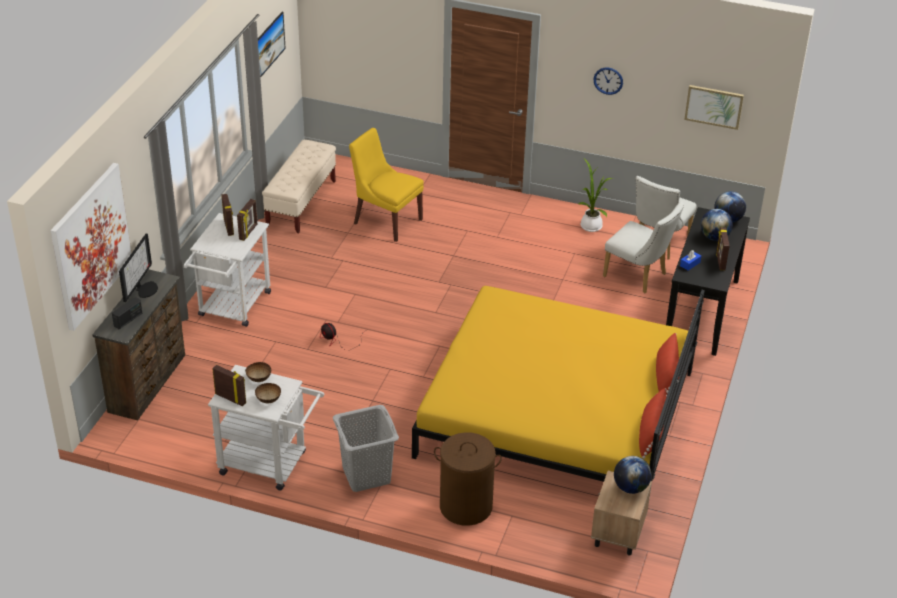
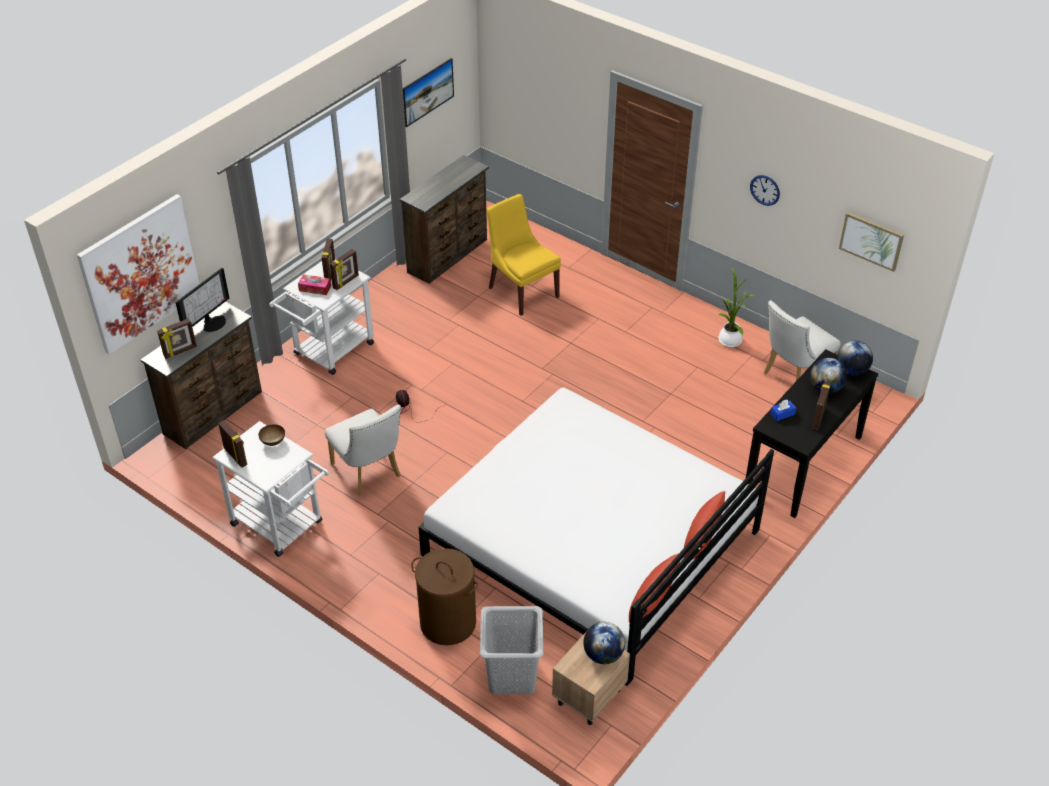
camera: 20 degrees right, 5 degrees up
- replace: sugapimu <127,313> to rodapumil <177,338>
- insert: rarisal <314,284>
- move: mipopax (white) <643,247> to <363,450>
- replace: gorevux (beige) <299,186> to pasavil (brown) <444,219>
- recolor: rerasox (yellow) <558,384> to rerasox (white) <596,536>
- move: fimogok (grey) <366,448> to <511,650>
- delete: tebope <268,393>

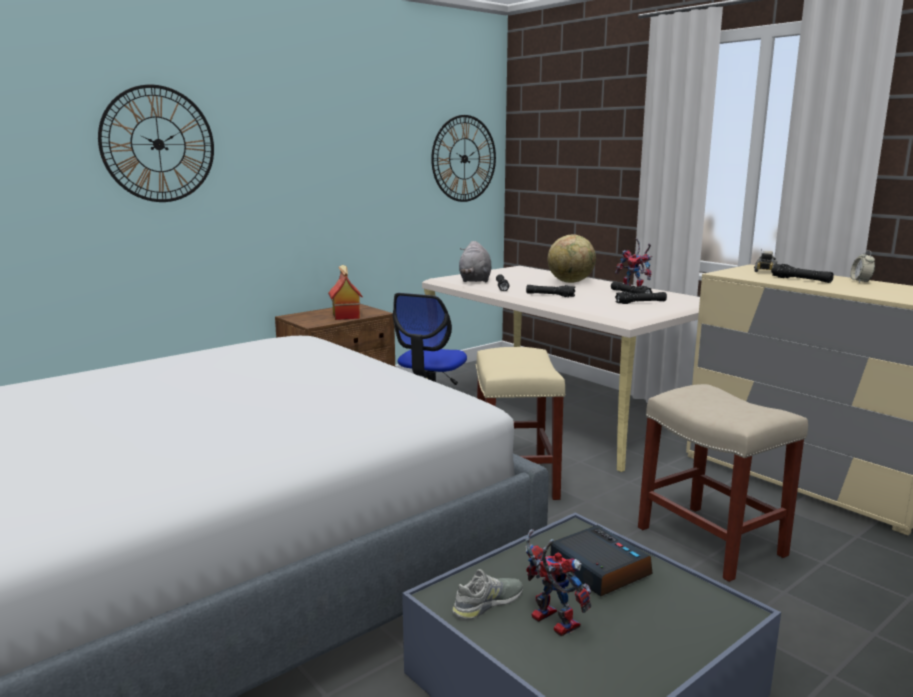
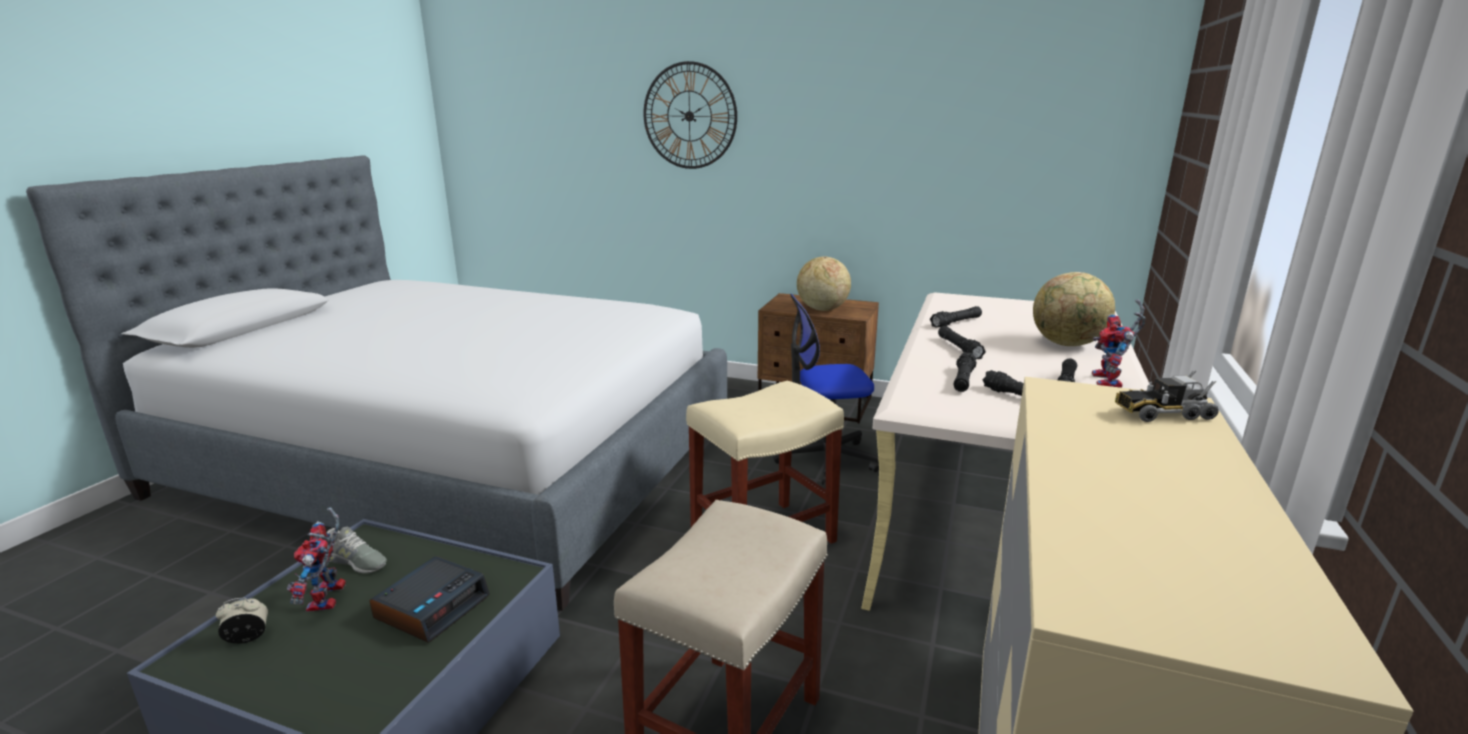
camera: 60 degrees right, 5 degrees up
- move: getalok <862,266> to <242,621>
- rotate: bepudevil <558,583> = <316,559> 150 degrees clockwise
- replace: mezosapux <345,292> to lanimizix <824,284>
- move: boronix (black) <802,273> to <965,372>
- delete: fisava <463,158>
- delete: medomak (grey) <475,262>

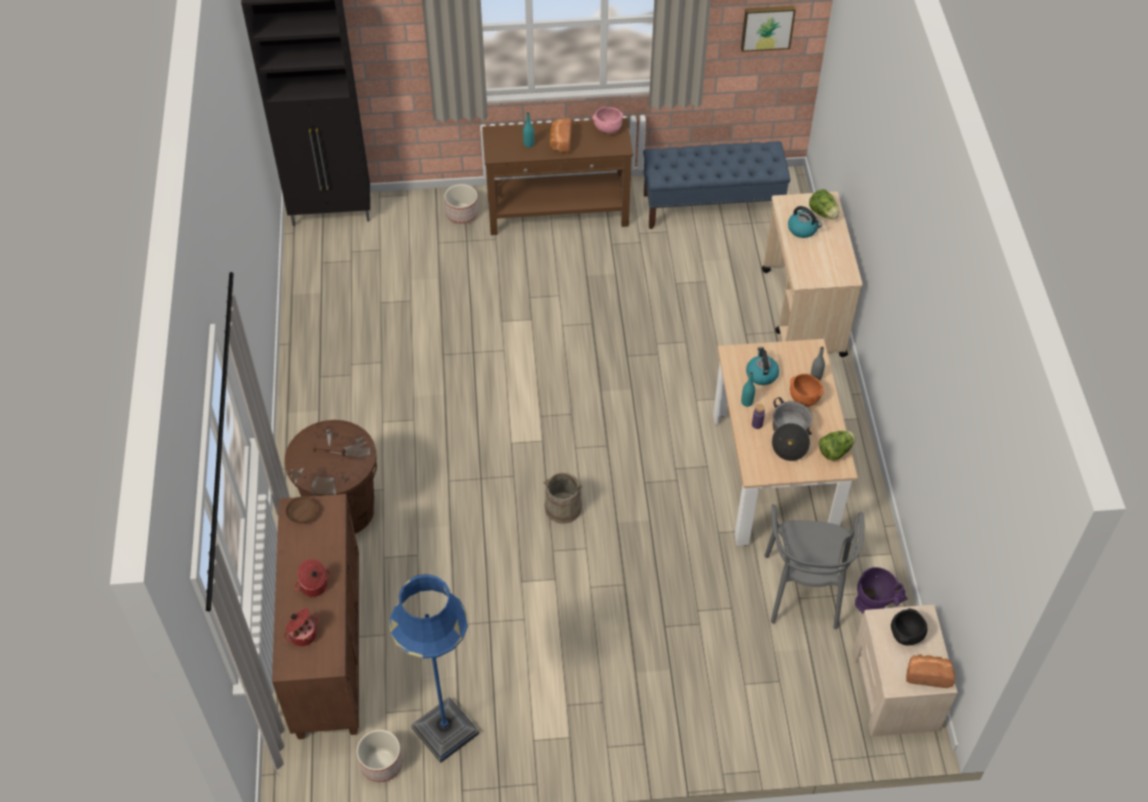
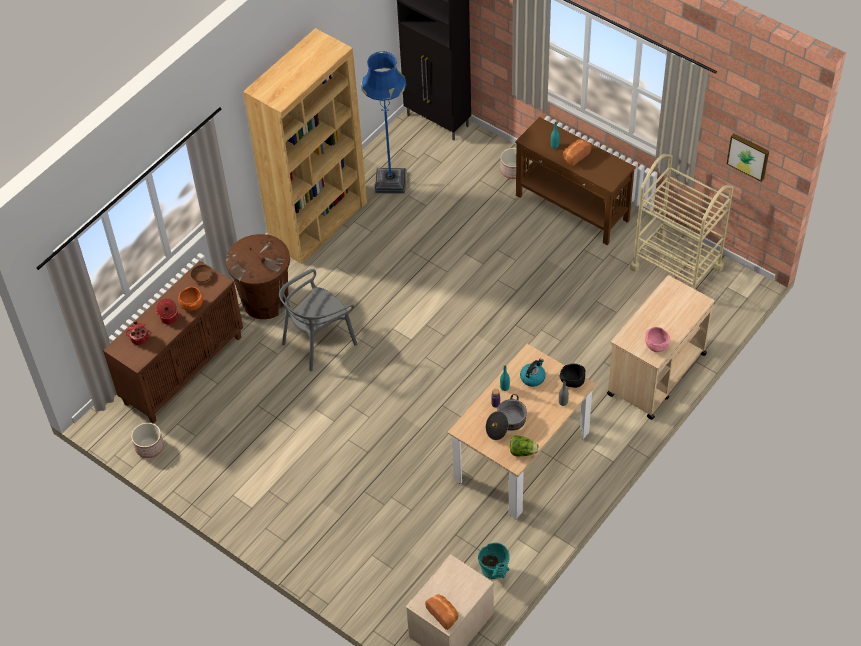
camera: 45 degrees right, 0 degrees up
- move: tebope (orange) <807,390> to <190,299>
- insert: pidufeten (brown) <305,146>
- move: mipopax (grey) <814,567> to <318,320>
- move: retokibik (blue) <435,668> to <384,122>
- recolor: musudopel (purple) <881,590> to musudopel (turquoise) <494,561>
- move: tebope (black) <909,627> to <572,375>
- replace: gorevux (blue) <716,185> to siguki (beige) <682,221>
- move: tebope (pink) <607,120> to <658,339>
- delete: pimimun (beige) <563,498>
- delete: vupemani <805,222>
- delete: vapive <824,204>

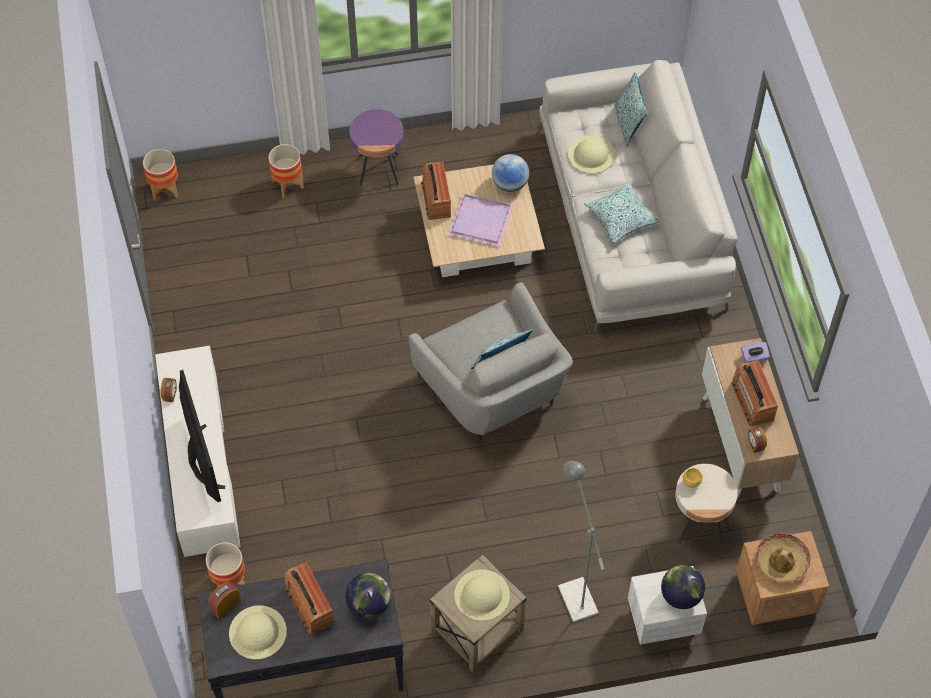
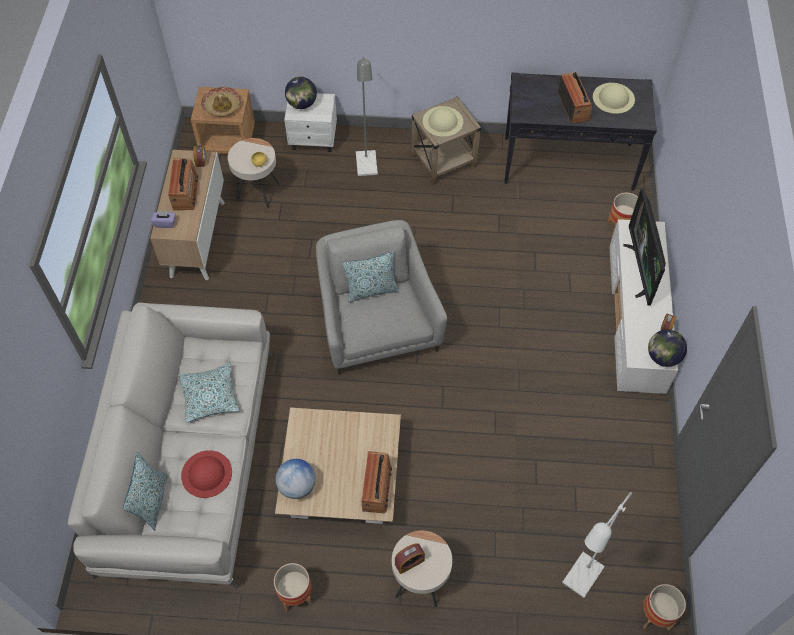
camera: 165 degrees left, 0 degrees up
- recolor: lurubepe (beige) <591,154> to lurubepe (red) <206,474>
- move: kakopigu <286,171> to <293,587>
- recolor: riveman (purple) <376,147> to riveman (beige) <422,569>
- move: getalok <224,600> to <410,558>
- insert: retokibik (white) <597,545>
- move: lanimizix <368,596> to <667,348>
- delete: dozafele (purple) <481,220>

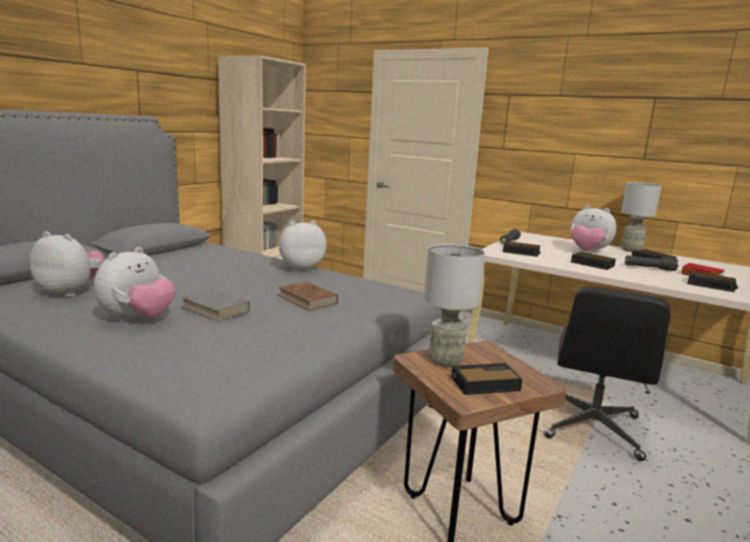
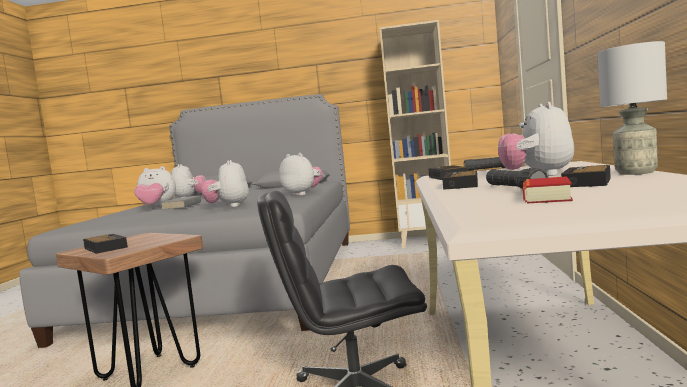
camera: 65 degrees right, 10 degrees down
- replace: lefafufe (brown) <308,296> to medomak <225,183>
- delete: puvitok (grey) <454,305>
- delete: getalok <712,281>

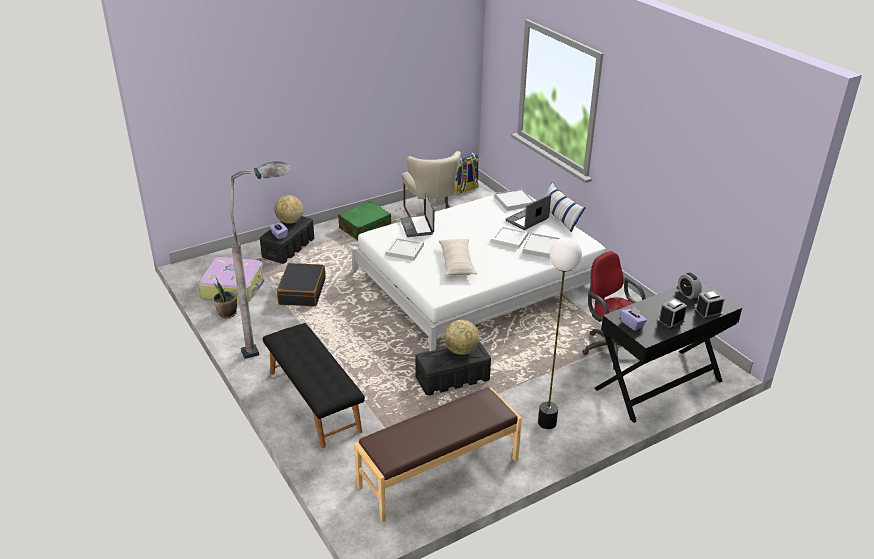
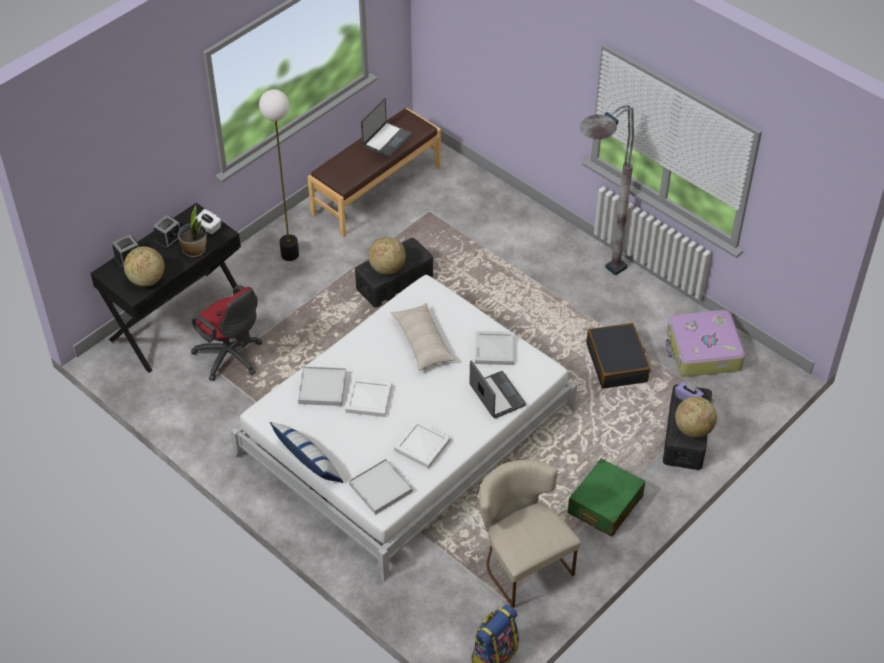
camera: 165 degrees right, 15 degrees up
- replace: getalok <690,285> to lanimizix <144,266>
- move: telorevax <225,297> to <192,231>
- recolor: rarisal (purple) <633,318> to rarisal (white) <208,221>
- move: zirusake <528,212> to <386,128>
- insert: dozafele (white) <422,444>
- delete: gorevux (black) <314,385>

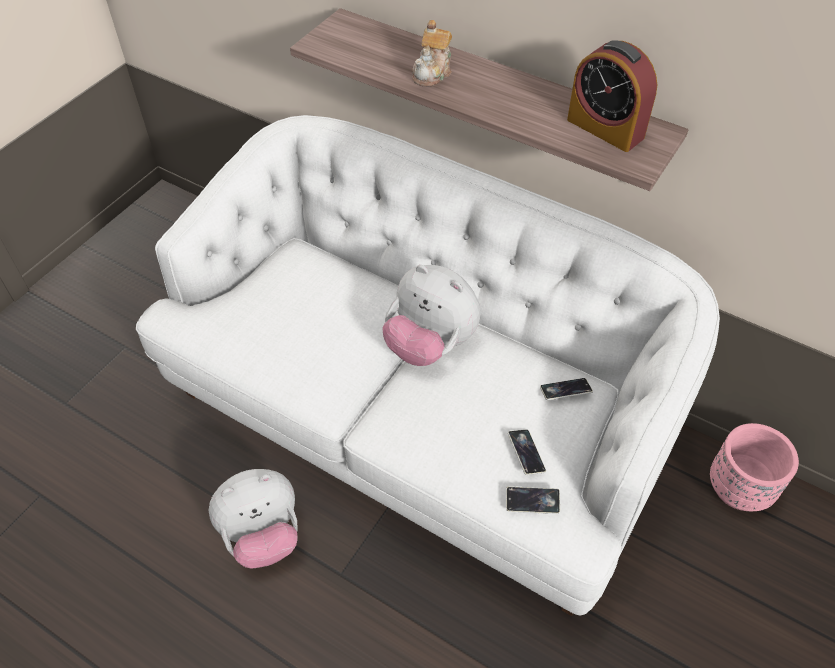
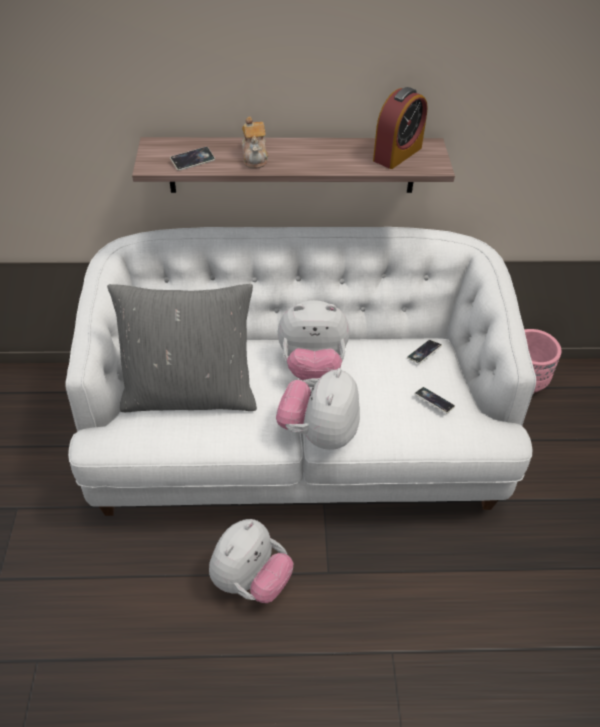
camera: 35 degrees left, 5 degrees down
- insert: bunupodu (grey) <182,348>
- move: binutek <533,500> to <192,159>
- insert: medomak <318,409>
- rotate: getalok <612,96> = <400,128> 60 degrees counterclockwise

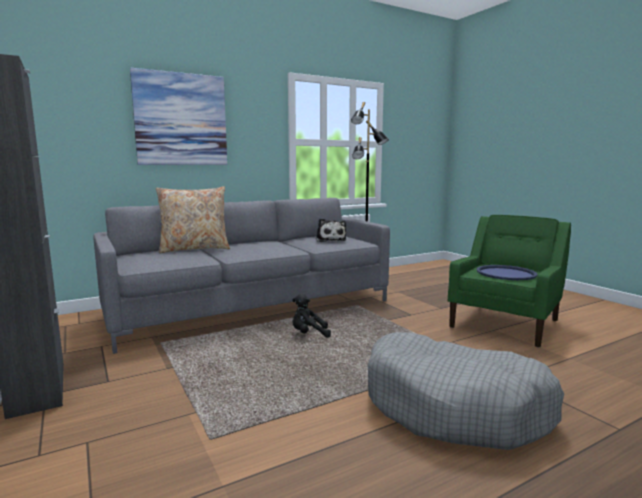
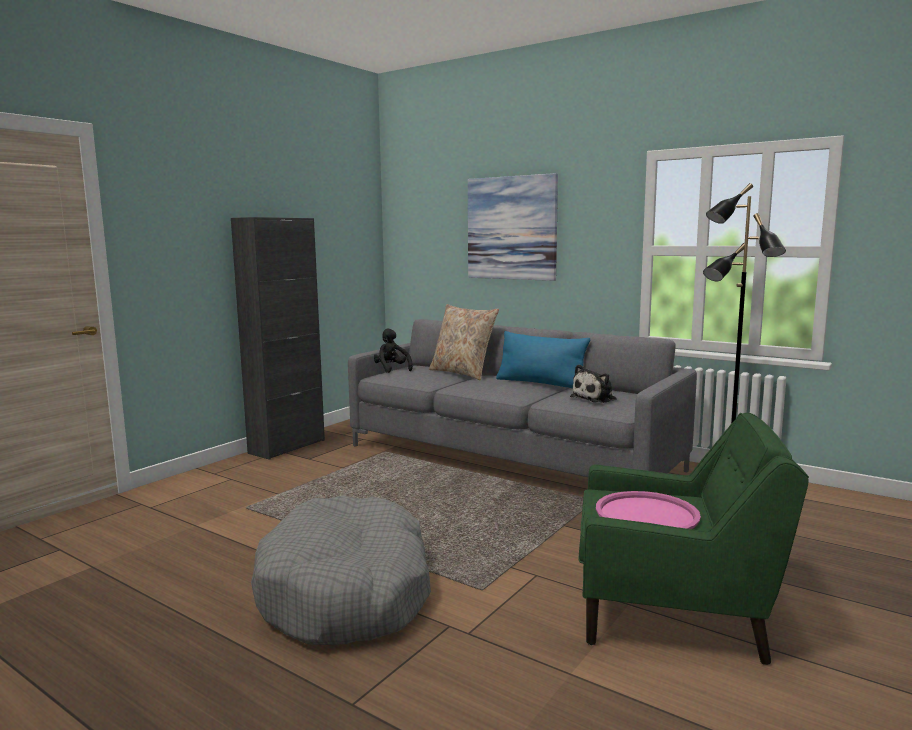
camera: 65 degrees right, 0 degrees up
- move: medomak (black) <311,316> to <393,351>
- insert: bunupodu (blue) <543,359>
- recolor: dozafele (blue) <507,272> to dozafele (pink) <648,510>

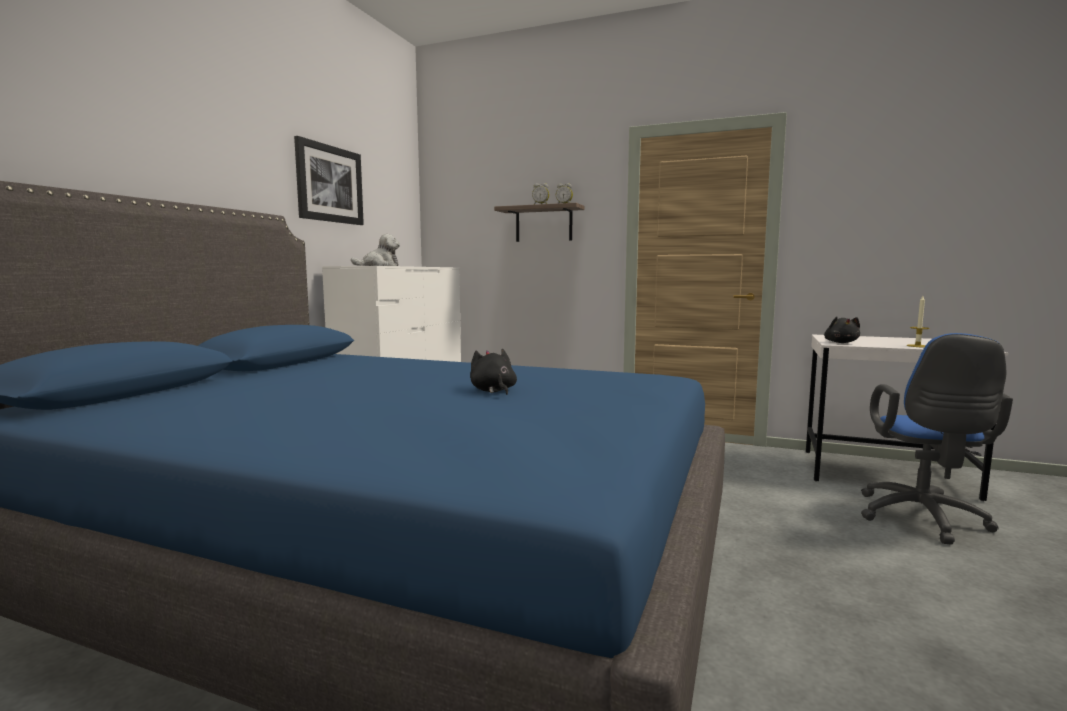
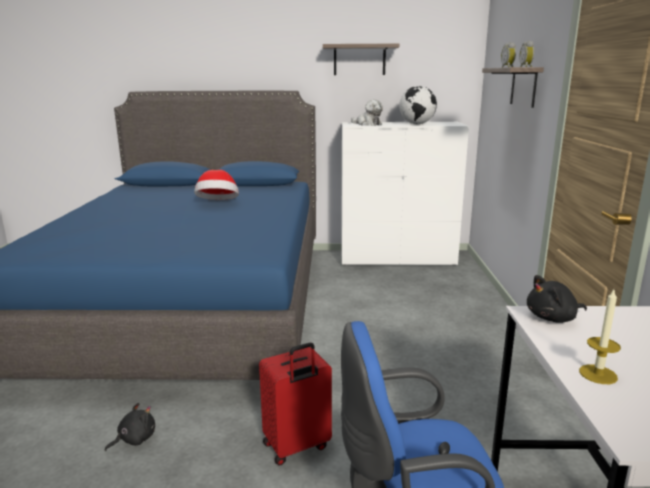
camera: 70 degrees right, 10 degrees up
- move: medomak (black) <493,372> to <130,426>
- insert: lurubepe <216,185>
- insert: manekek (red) <295,404>
- replace: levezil <329,180> to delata <361,59>
- insert: lanimizix <418,105>

